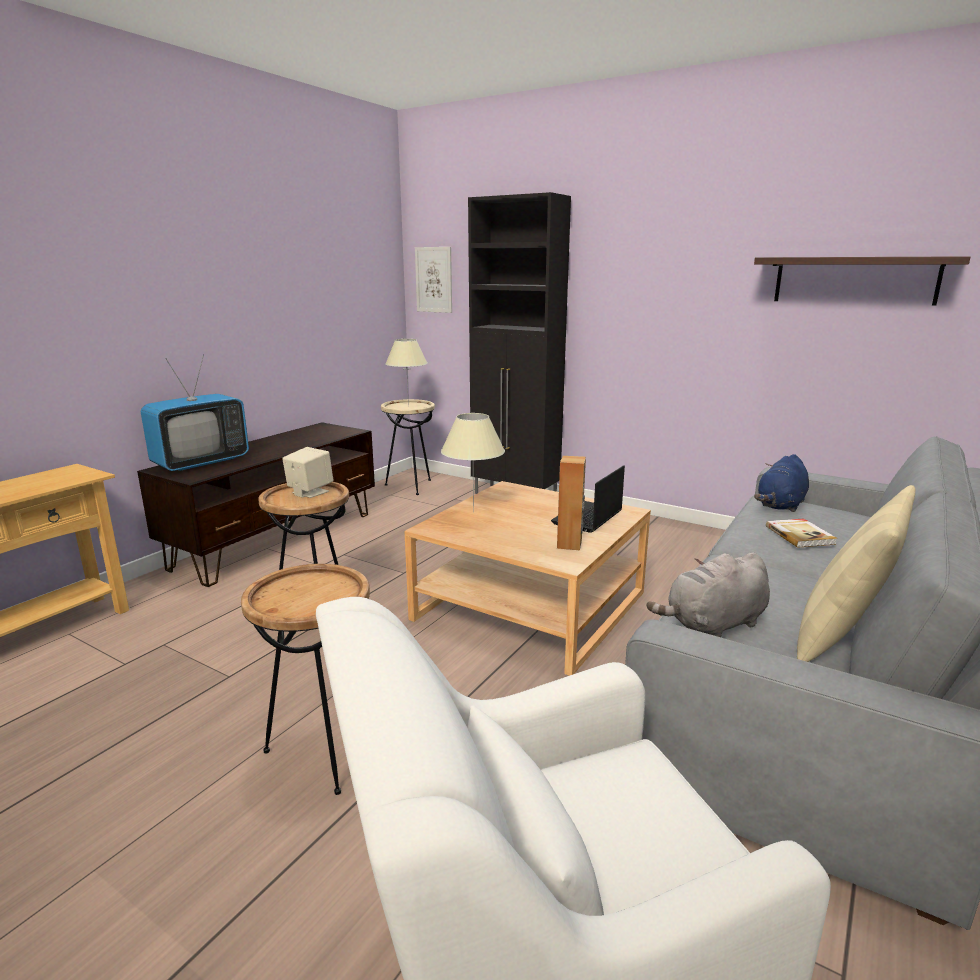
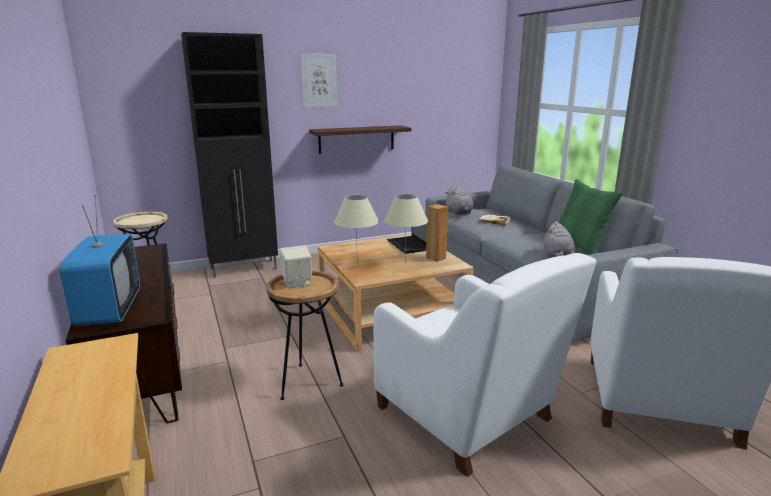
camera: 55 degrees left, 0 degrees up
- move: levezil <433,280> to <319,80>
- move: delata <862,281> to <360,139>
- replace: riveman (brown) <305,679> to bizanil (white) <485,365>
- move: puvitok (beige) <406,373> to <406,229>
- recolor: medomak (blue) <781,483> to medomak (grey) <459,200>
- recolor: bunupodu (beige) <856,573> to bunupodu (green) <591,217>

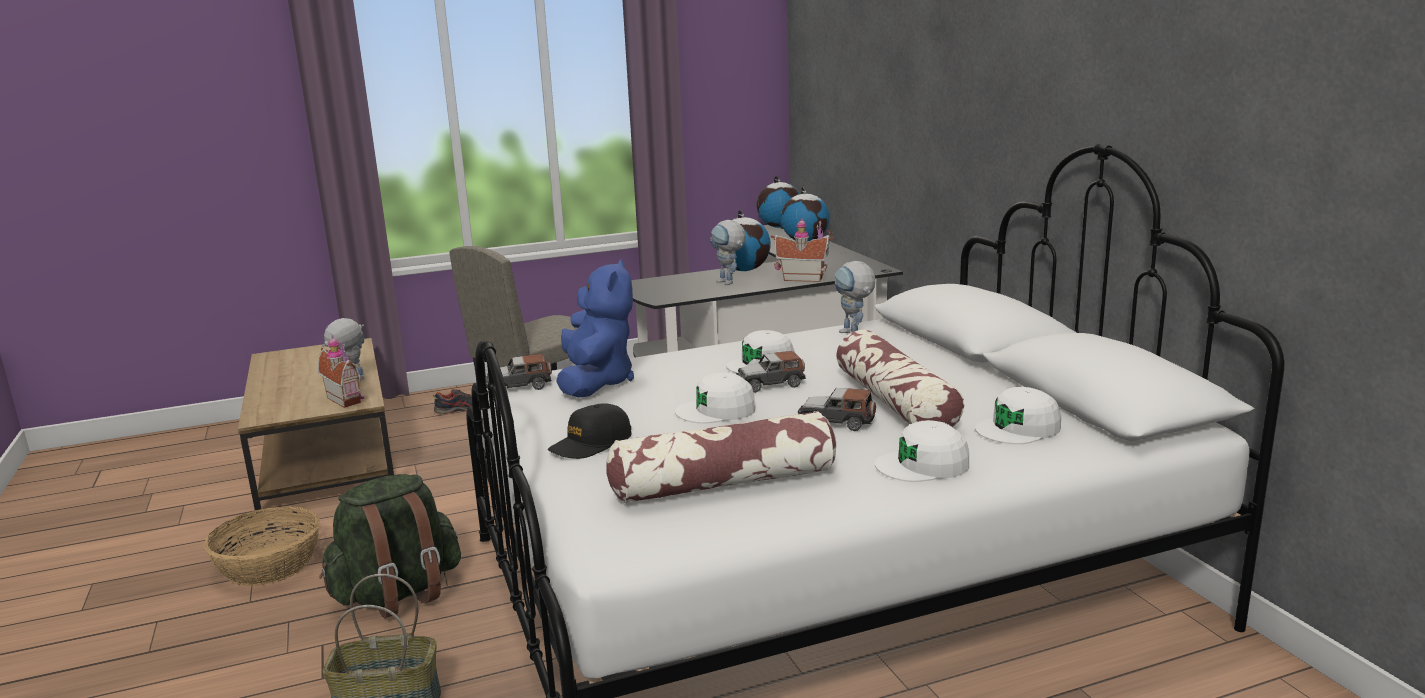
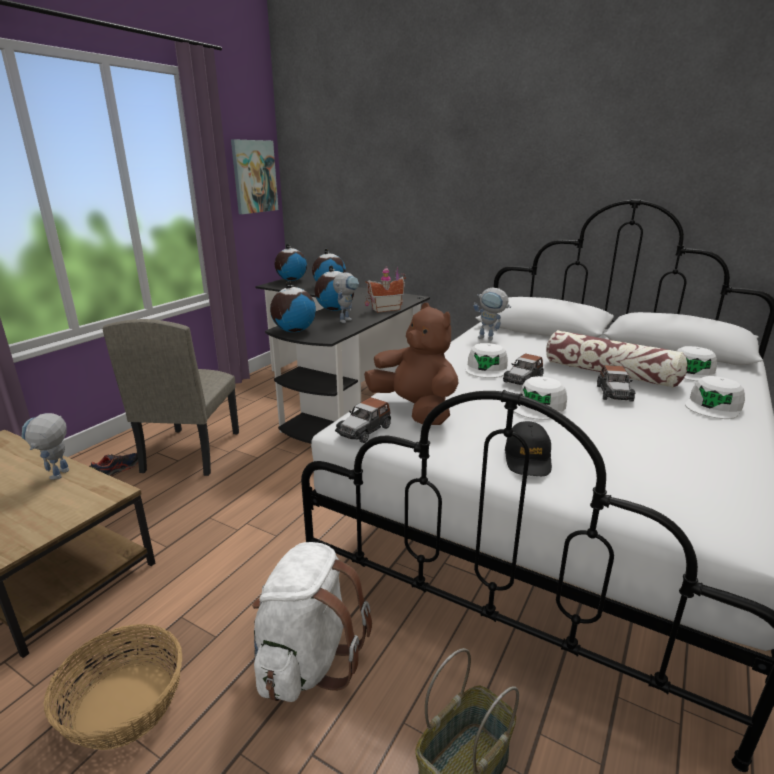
camera: 40 degrees left, 5 degrees up
- insert: levezil <254,176>
- recolor: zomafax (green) <390,546> to zomafax (white) <312,622>
- insert: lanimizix <293,306>
- rotate: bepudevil <728,252> = <346,297> 75 degrees counterclockwise
- recolor: medomak (blue) <595,328> to medomak (brown) <411,364>
- rotate: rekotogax <837,409> = <616,383> 60 degrees counterclockwise
- delete: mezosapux <341,371>
- delete: bunupodu <721,457>

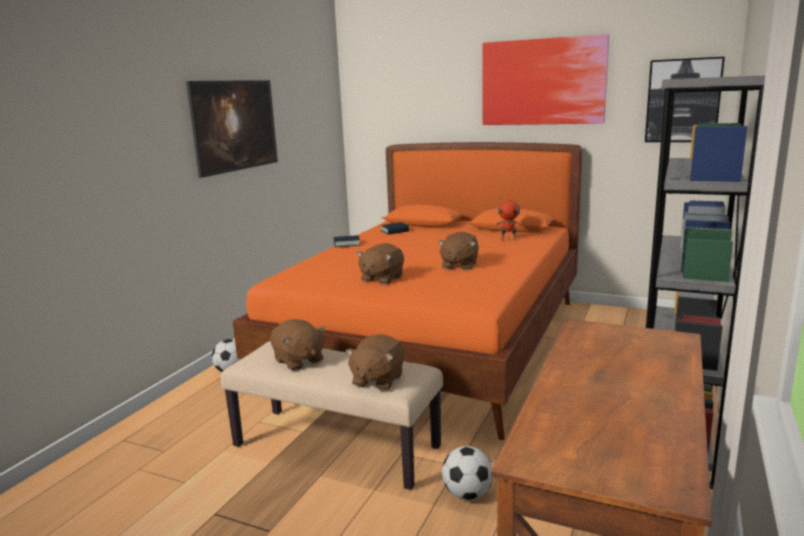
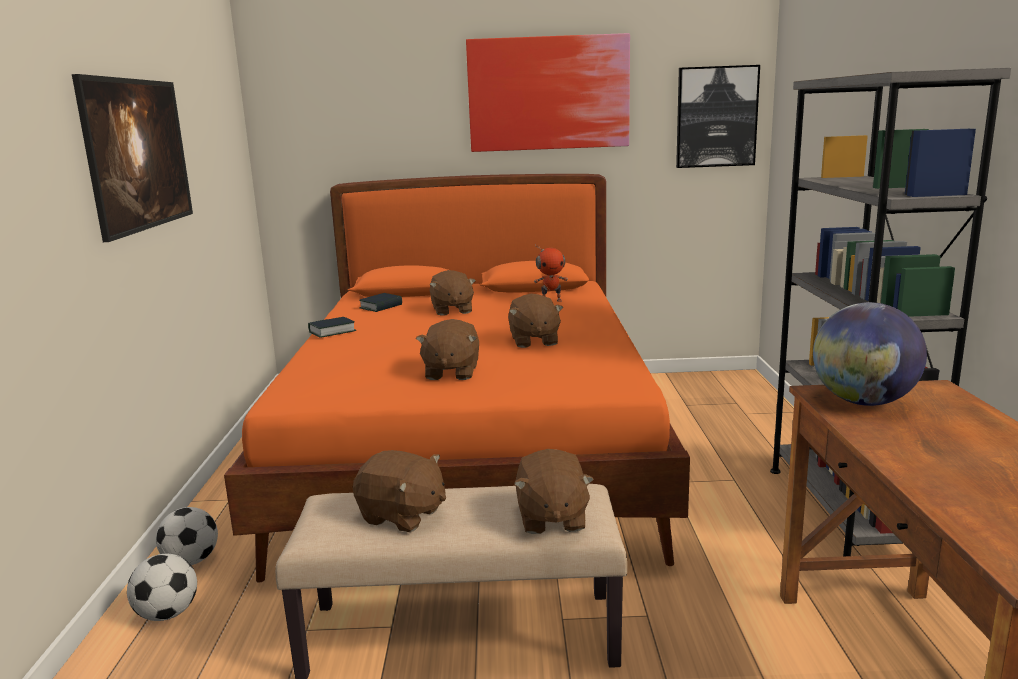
camera: 25 degrees left, 0 degrees up
- move: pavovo <467,473> to <162,587>
- insert: medomak (brown) <453,293>
- insert: lanimizix <870,354>

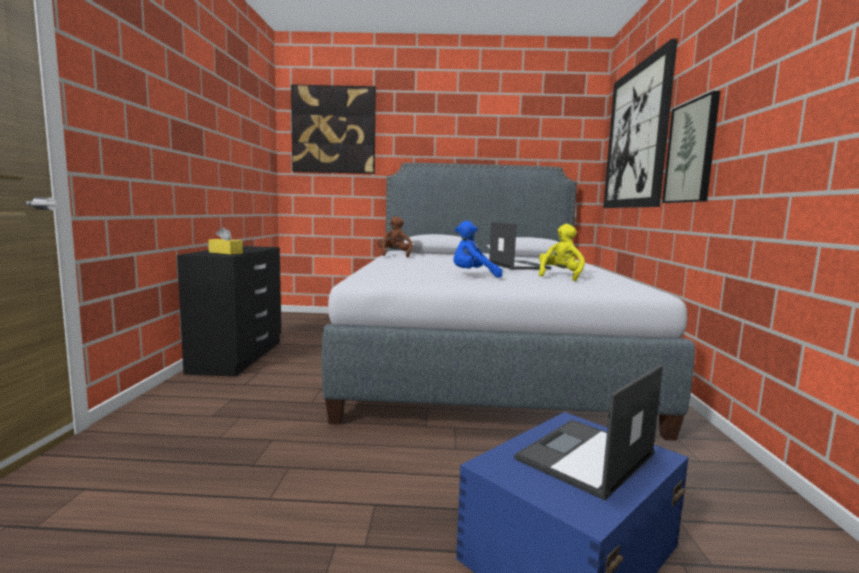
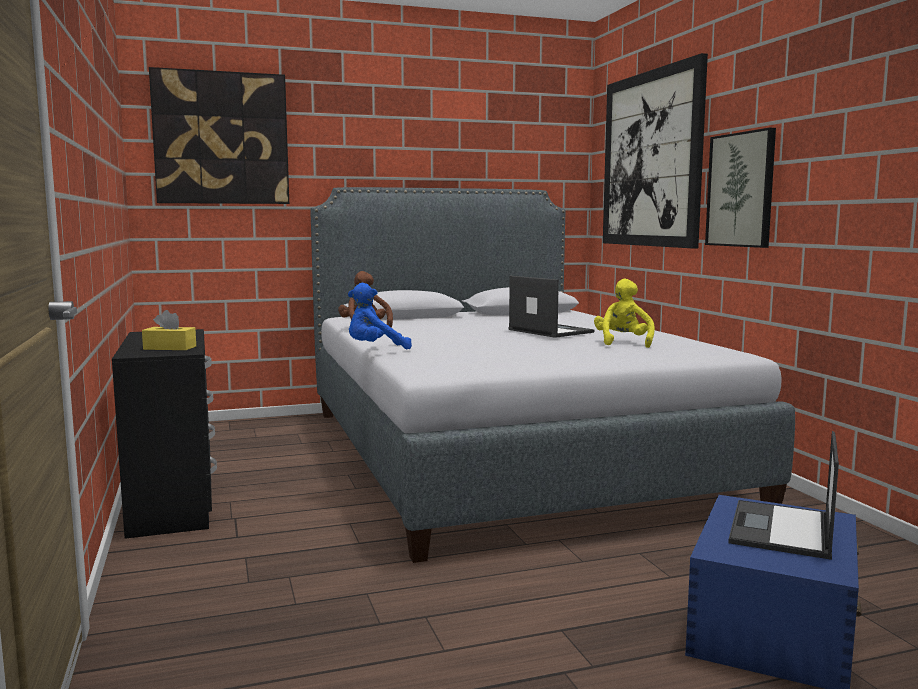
camera: 20 degrees left, 0 degrees up
- move: medomak (blue) <478,249> to <380,316>

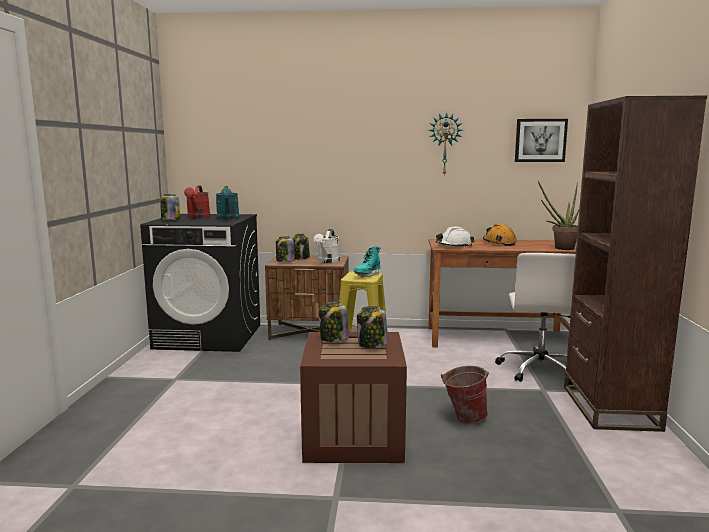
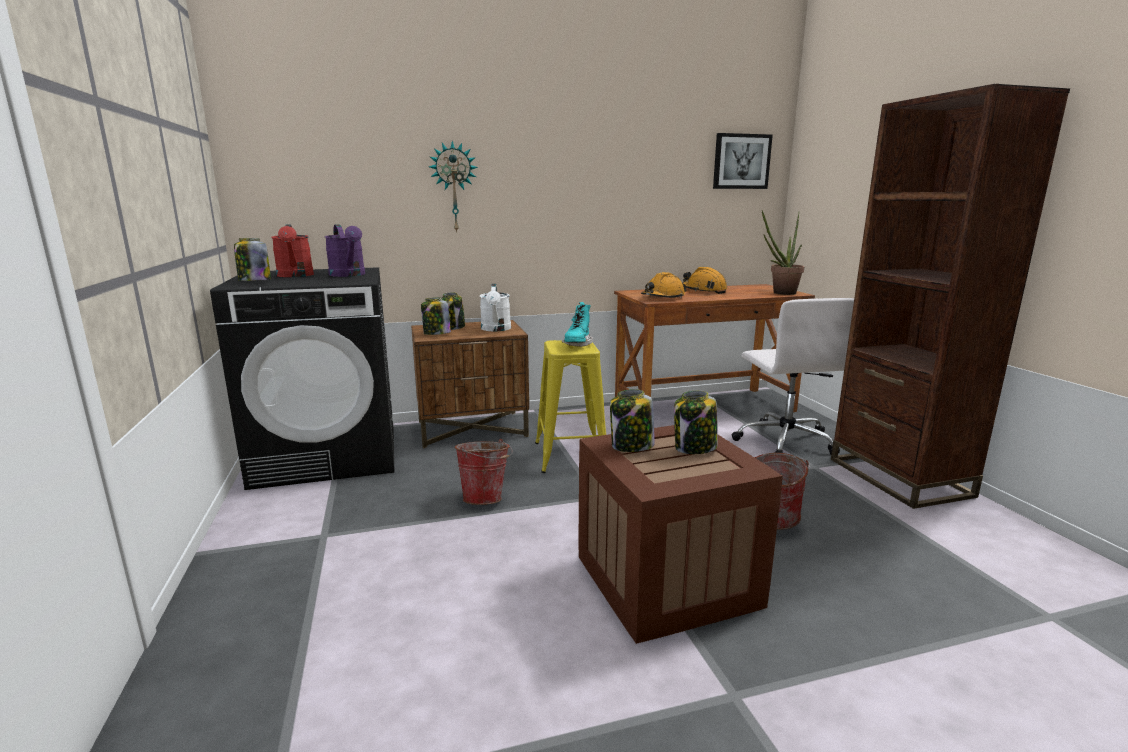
camera: 20 degrees left, 5 degrees up
- recolor: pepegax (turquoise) <228,203> to pepegax (purple) <345,250>
- move: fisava <445,143> to <453,187>
- insert: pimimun <483,472>
- recolor: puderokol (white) <455,237> to puderokol (orange) <664,285>

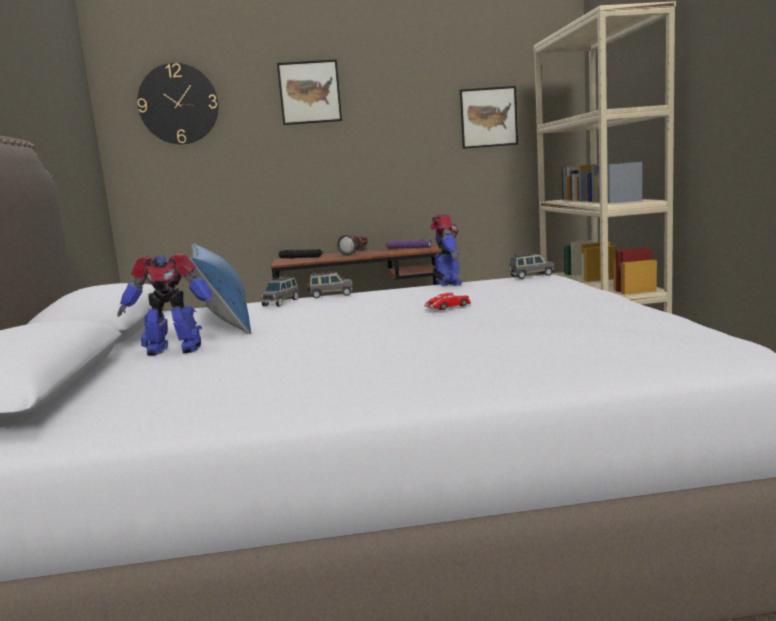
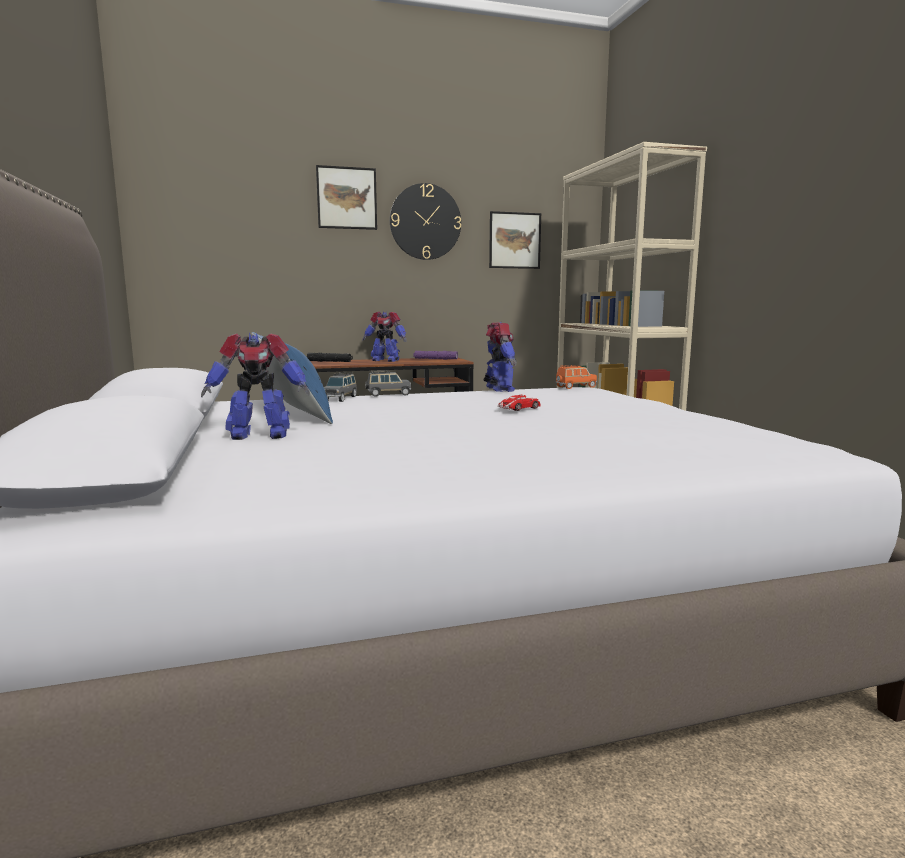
camera: 10 degrees left, 0 degrees up
- replace: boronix <352,245> to bepudevil <384,337>
- move: fisava <178,103> to <425,221>
- recolor: rekotogax (grey) <531,266> to rekotogax (orange) <576,377>

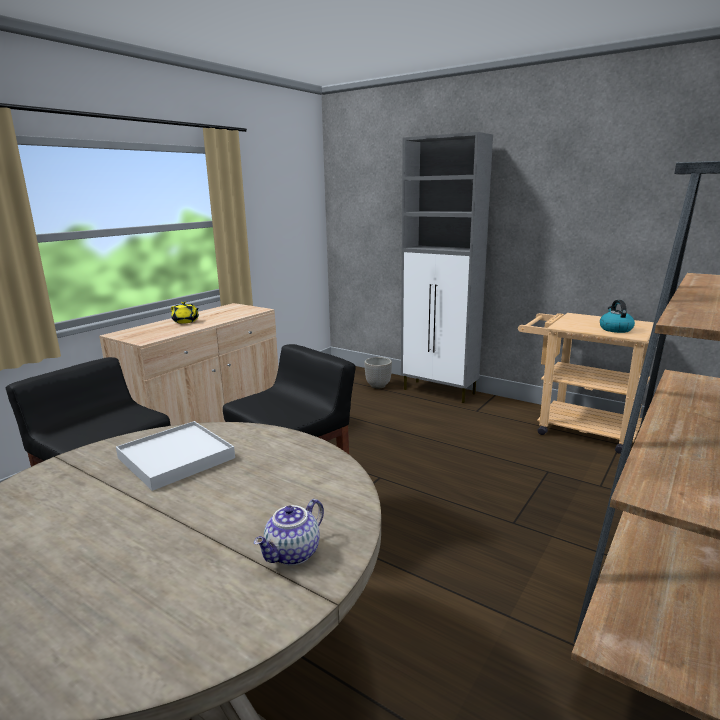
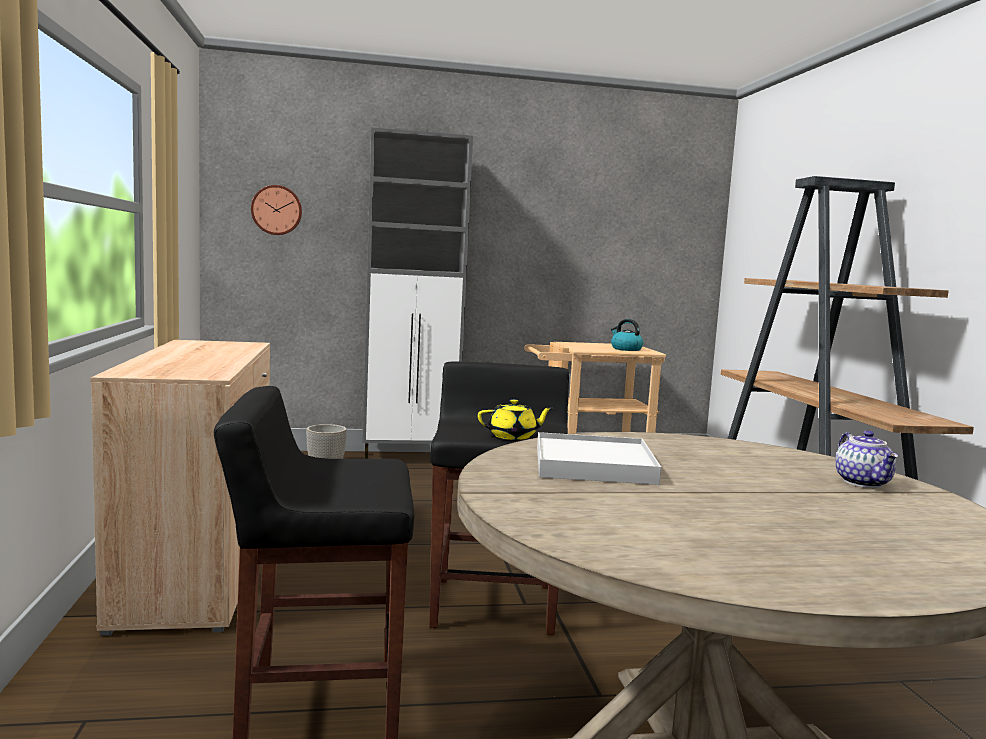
camera: 45 degrees left, 10 degrees down
- insert: fisava <276,210>
- move: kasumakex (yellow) <185,312> to <515,419>

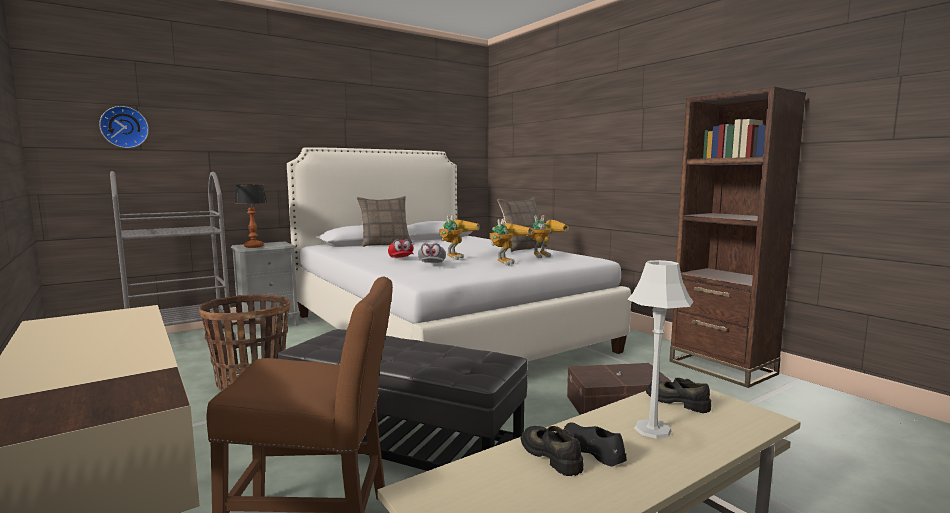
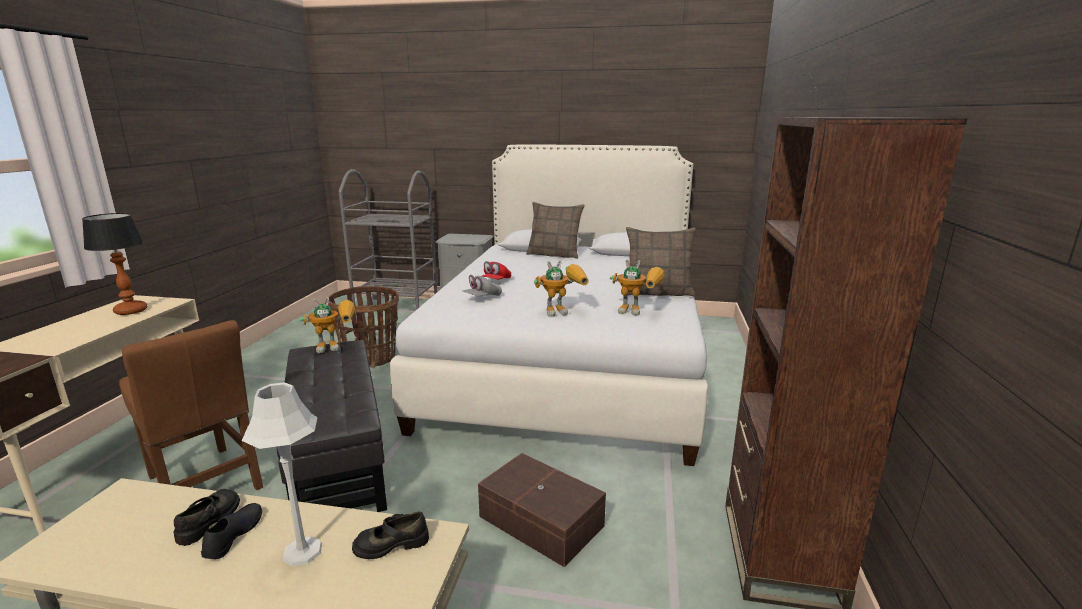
camera: 45 degrees right, 10 degrees up
- move: puvitok <251,216> to <114,264>
- move: bepudevil <459,237> to <327,325>
- rotate: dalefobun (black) <678,395> = <390,535> 105 degrees counterclockwise
- delete: fisava <124,127>

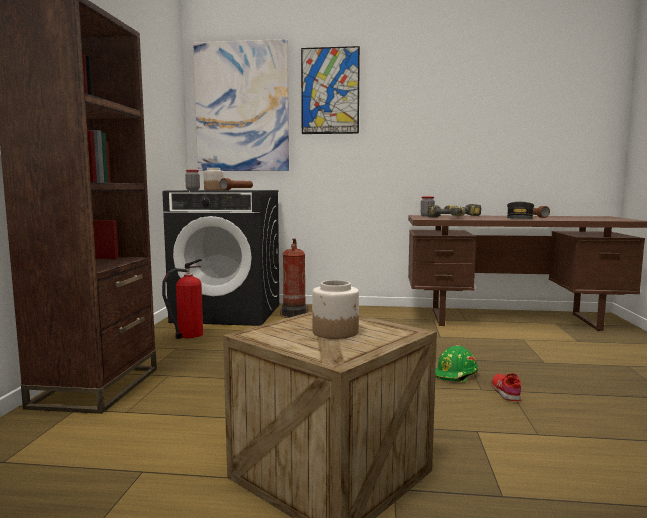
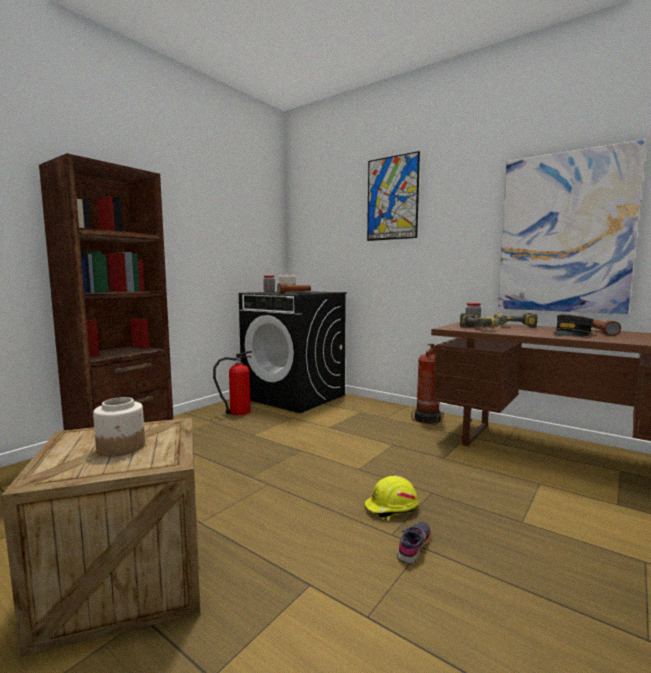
camera: 30 degrees right, 0 degrees up
- recolor: puderokol (green) <456,364> to puderokol (yellow) <391,498>
- recolor: dalefobun (red) <506,387> to dalefobun (grey) <414,543>
- move: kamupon <294,278> to <427,384>
- move: levezil <241,105> to <572,226>

